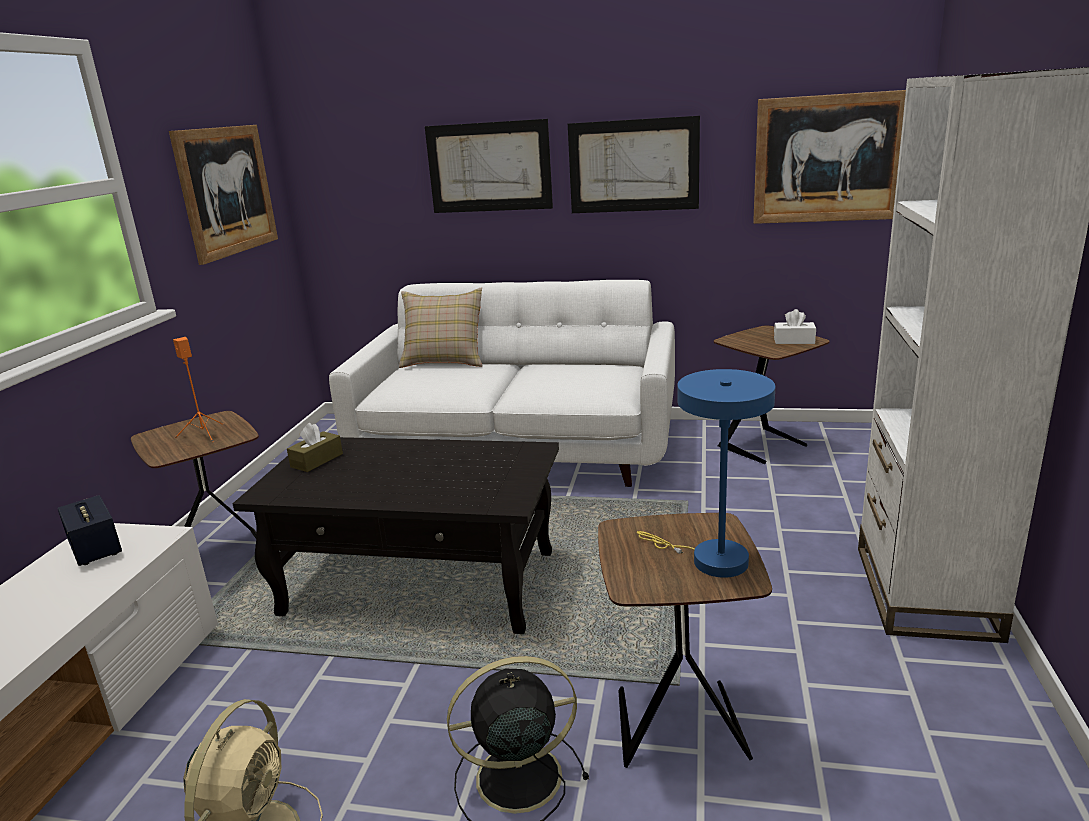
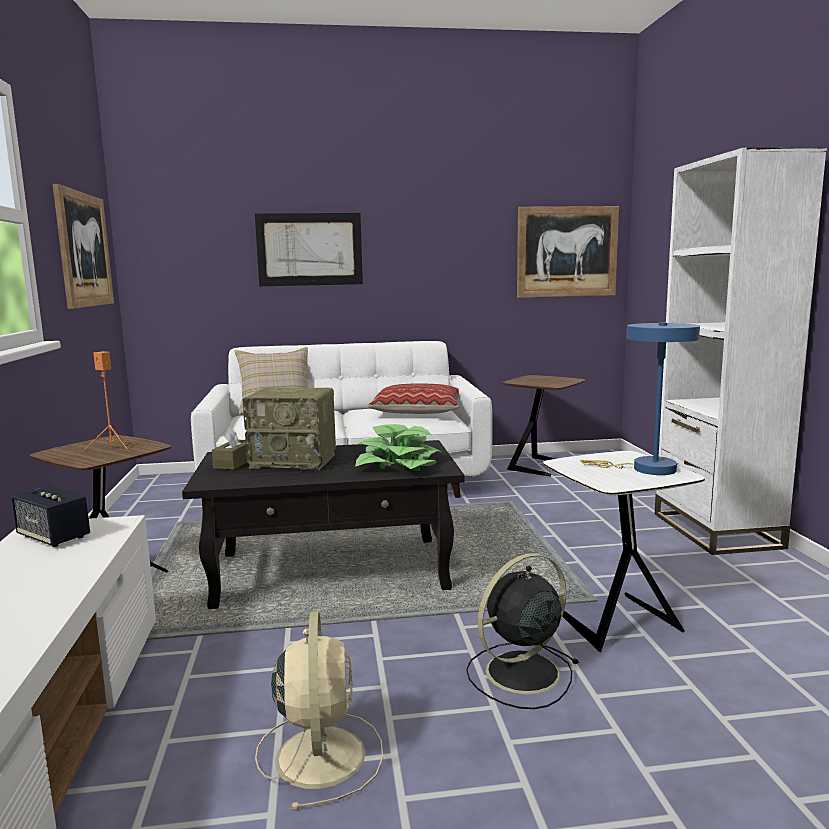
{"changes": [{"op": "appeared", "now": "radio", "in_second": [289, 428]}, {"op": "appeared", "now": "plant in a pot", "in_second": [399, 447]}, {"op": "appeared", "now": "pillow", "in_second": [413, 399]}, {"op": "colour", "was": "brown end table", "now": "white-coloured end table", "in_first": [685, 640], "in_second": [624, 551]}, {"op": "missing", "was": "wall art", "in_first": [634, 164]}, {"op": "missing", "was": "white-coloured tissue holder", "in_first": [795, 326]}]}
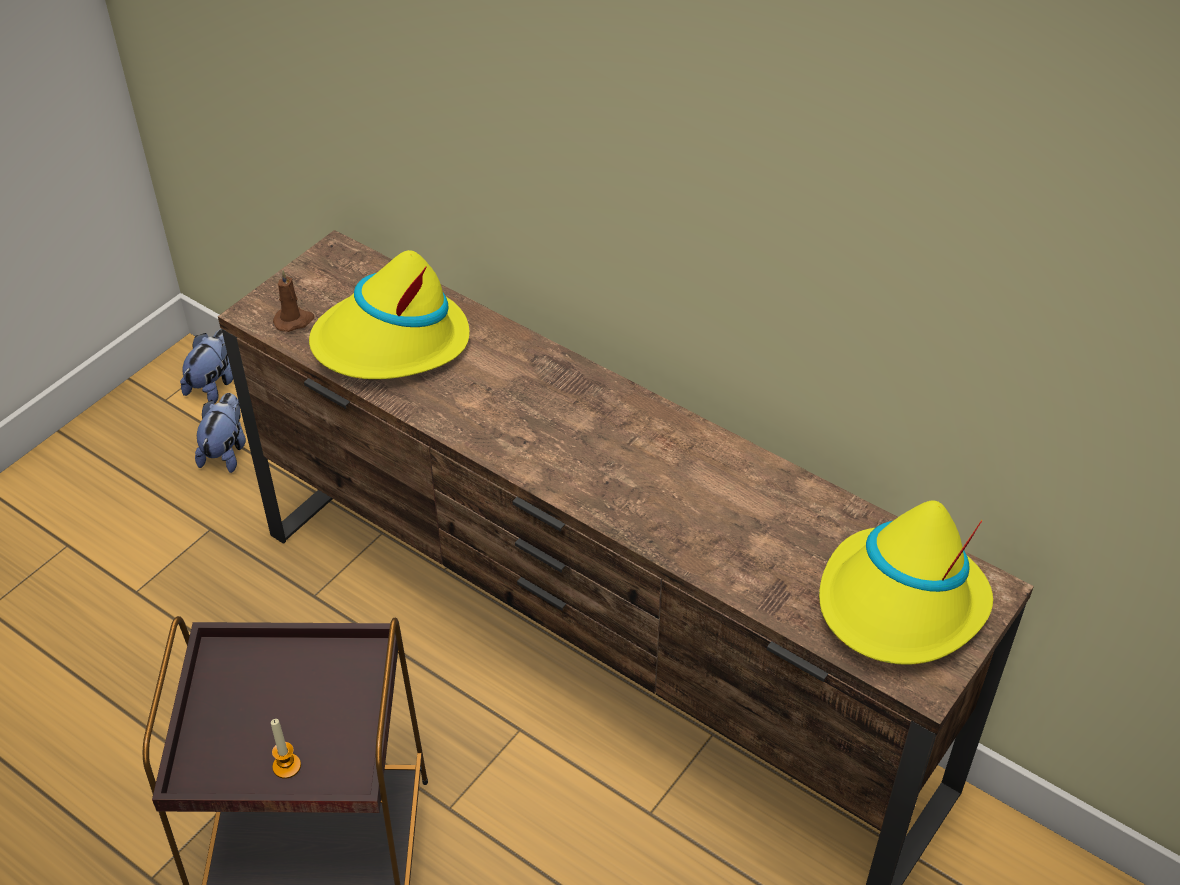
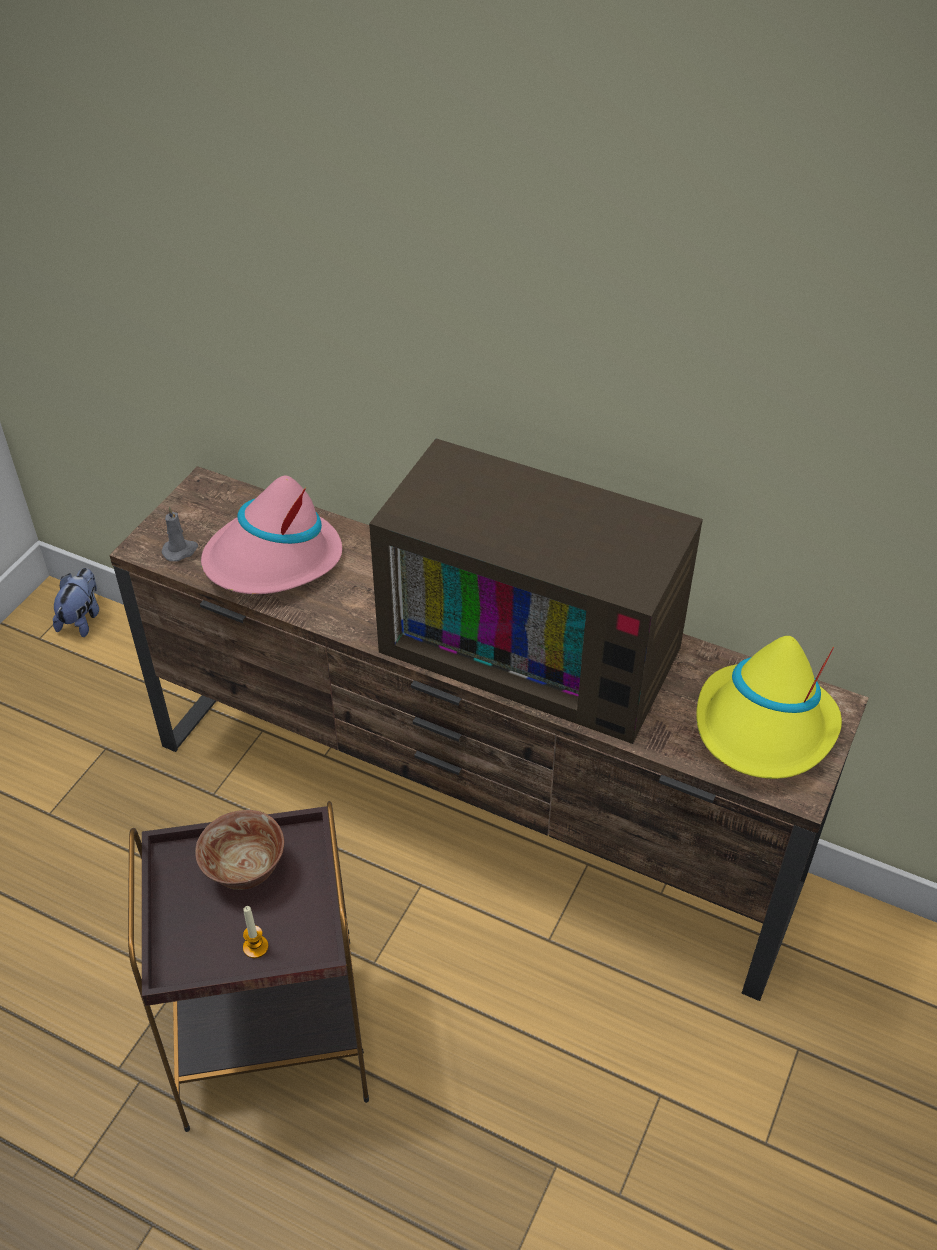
{"changes": [{"op": "colour", "was": "brown candle", "now": "gray candle", "in_first": [293, 301], "in_second": [180, 533]}, {"op": "appeared", "now": "bowl", "in_second": [239, 850]}, {"op": "colour", "was": "yellowish clothing hat", "now": "pinkish clothing hat", "in_first": [389, 314], "in_second": [271, 535]}, {"op": "appeared", "now": "TV set", "in_second": [536, 591]}, {"op": "missing", "was": "cuddly toy", "in_first": [220, 433]}]}
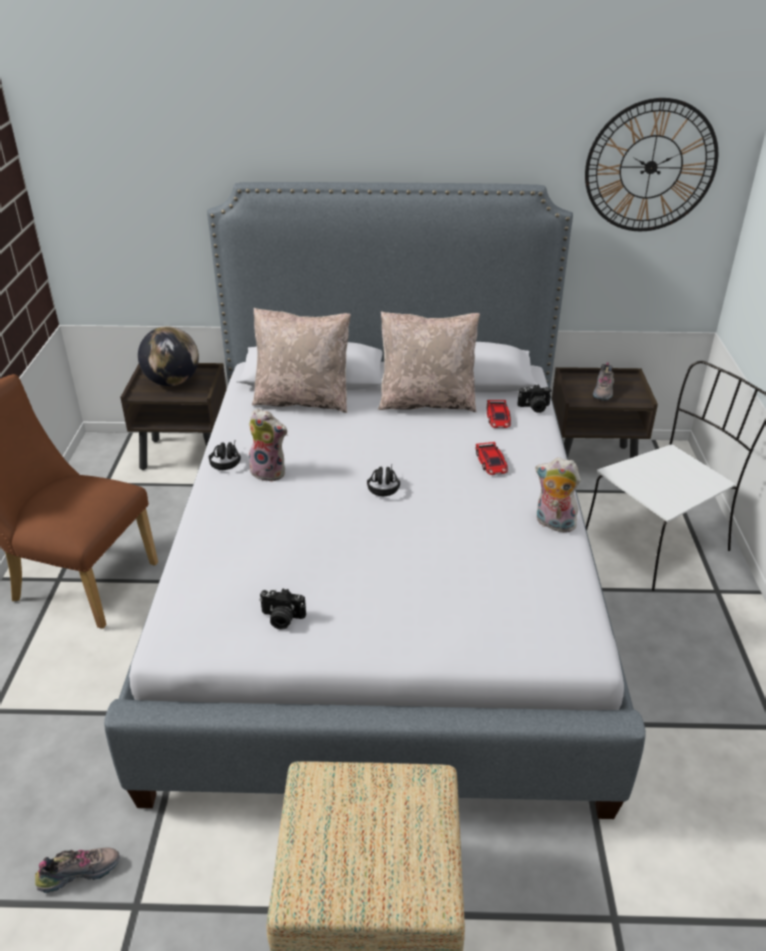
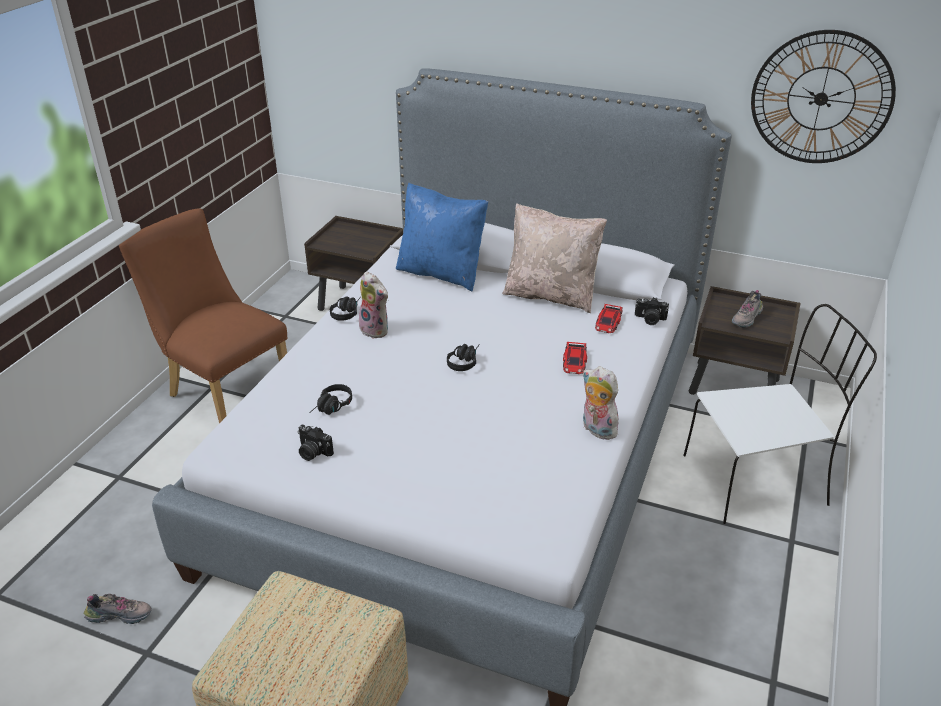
{"changes": [{"op": "appeared", "now": "black headphones", "in_second": [330, 399]}, {"op": "colour", "was": "sand-coloured pillow", "now": "bluish pillow", "in_first": [301, 360], "in_second": [442, 237]}, {"op": "missing", "was": "desk globe", "in_first": [168, 356]}]}
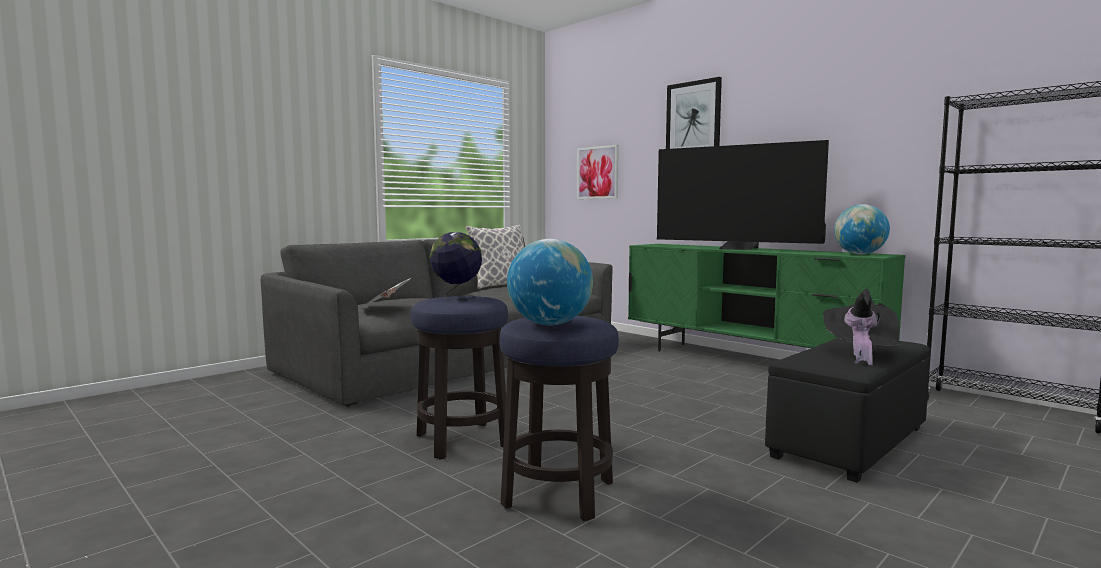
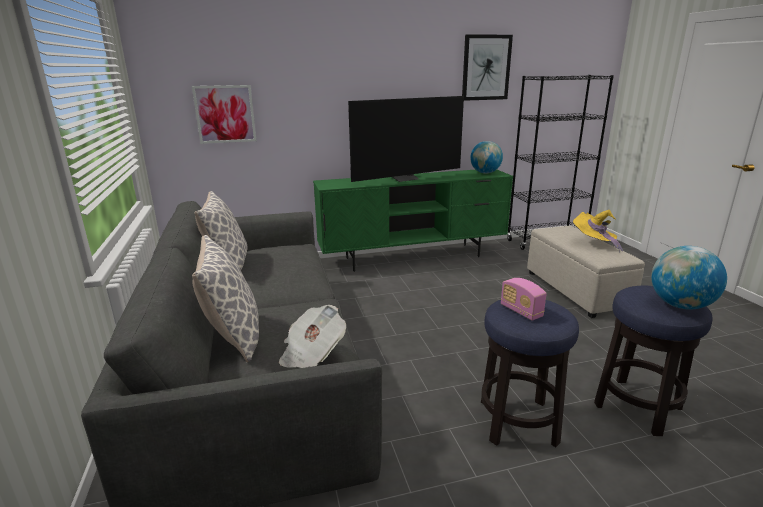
{"changes": [{"op": "appeared", "now": "pillow", "in_second": [225, 298]}, {"op": "relocated", "was": "wall art", "in_first": [694, 113], "in_second": [487, 67]}, {"op": "exchanged", "was": "desk globe", "now": "radio", "in_first": [455, 266], "in_second": [524, 299]}, {"op": "colour", "was": "black ottoman", "now": "sand-coloured ottoman", "in_first": [848, 410], "in_second": [586, 272]}, {"op": "colour", "was": "black clothing hat", "now": "yellowish clothing hat", "in_first": [862, 327], "in_second": [598, 231]}]}
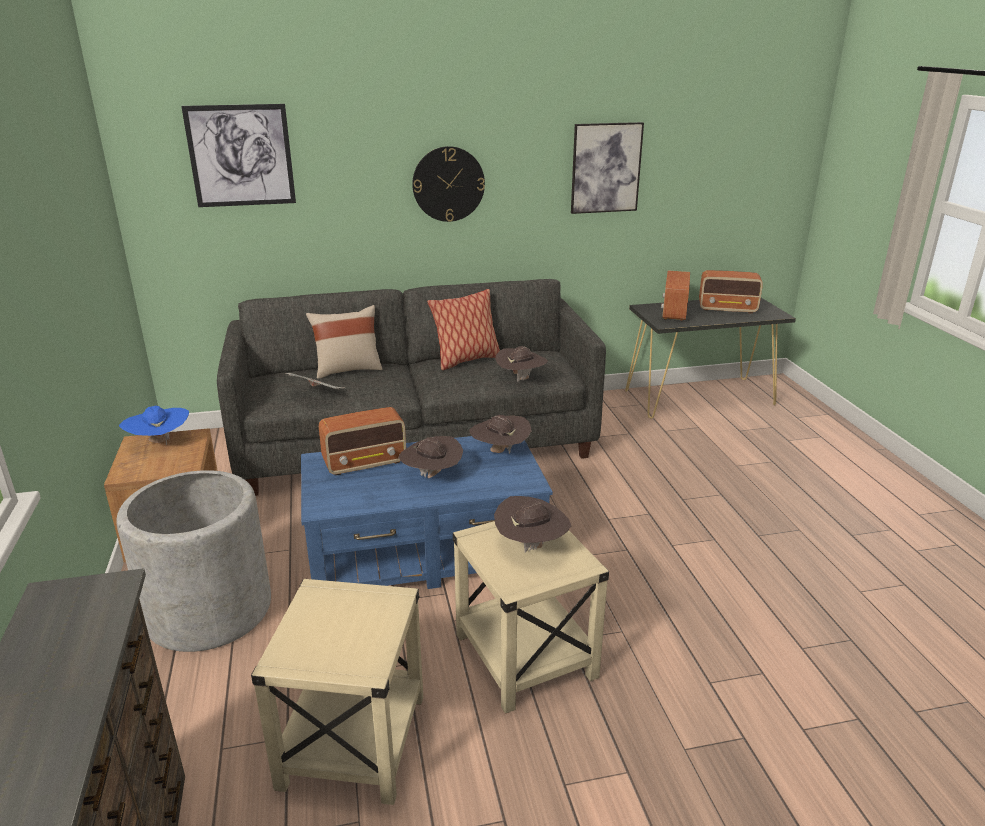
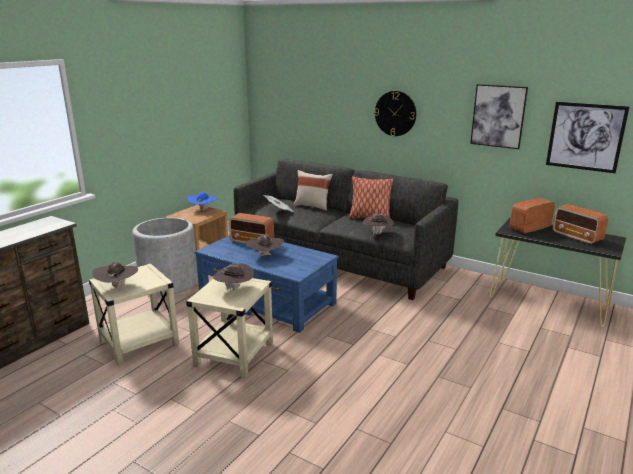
{"changes": [{"op": "relocated", "was": "brown clothing hat", "in_first": [500, 434], "in_second": [115, 276]}, {"op": "relocated", "was": "wall art", "in_first": [238, 155], "in_second": [587, 137]}]}
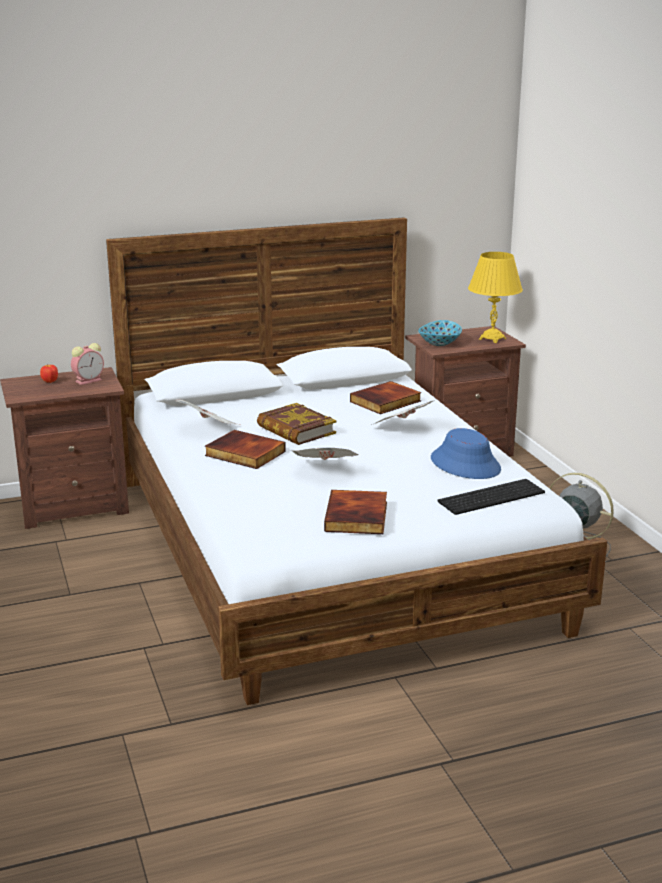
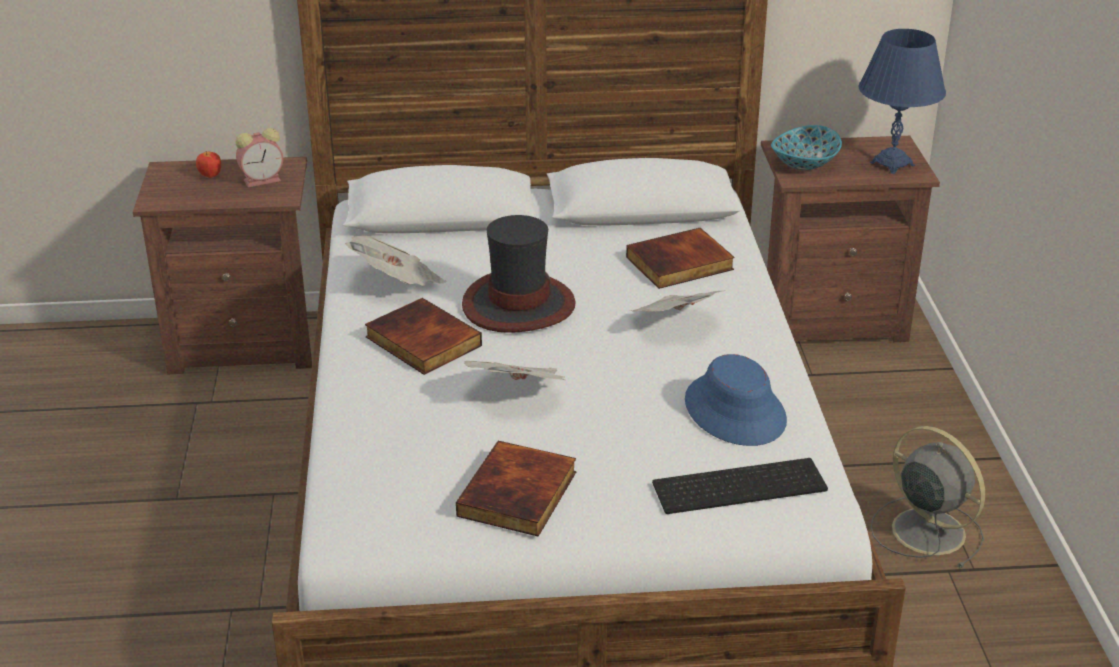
{"changes": [{"op": "exchanged", "was": "bound book", "now": "clothing hat", "in_first": [296, 424], "in_second": [519, 274]}, {"op": "colour", "was": "yellowish table lamp", "now": "bluish table lamp", "in_first": [495, 297], "in_second": [902, 101]}]}
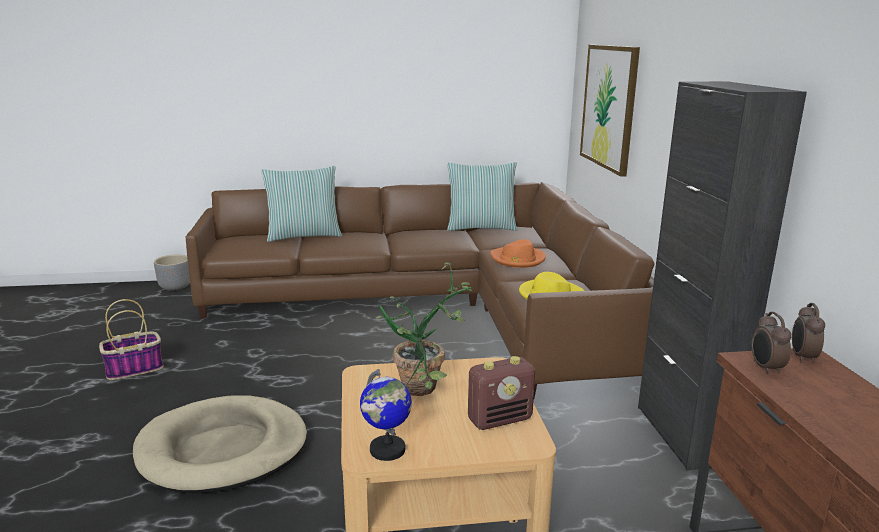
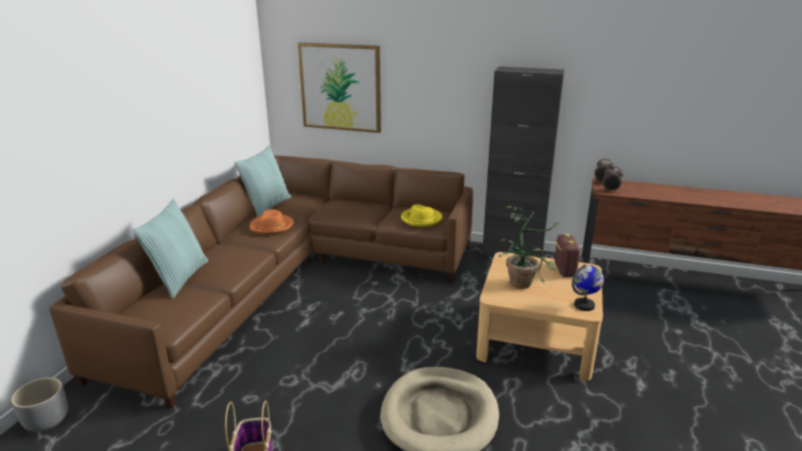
{"changes": [{"op": "relocated", "was": "orangey clothing hat", "in_first": [518, 253], "in_second": [272, 222]}]}
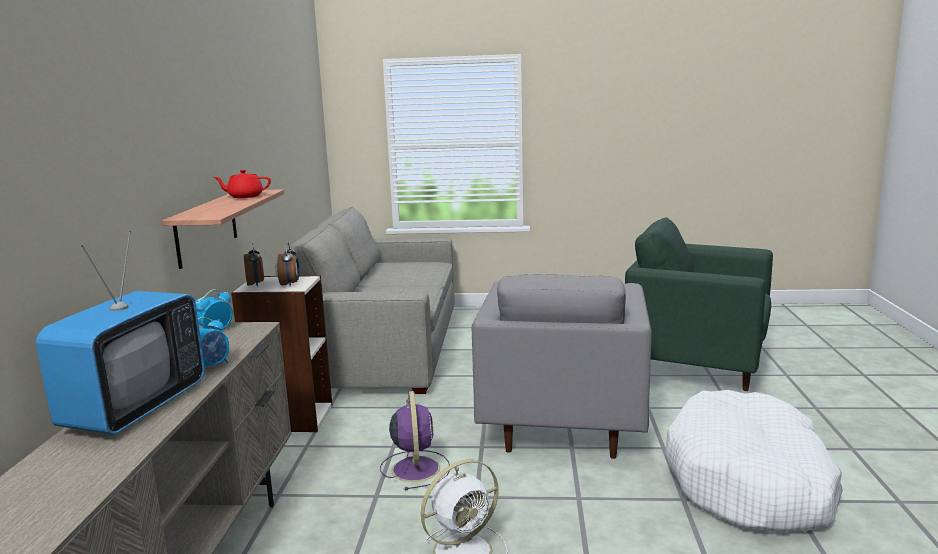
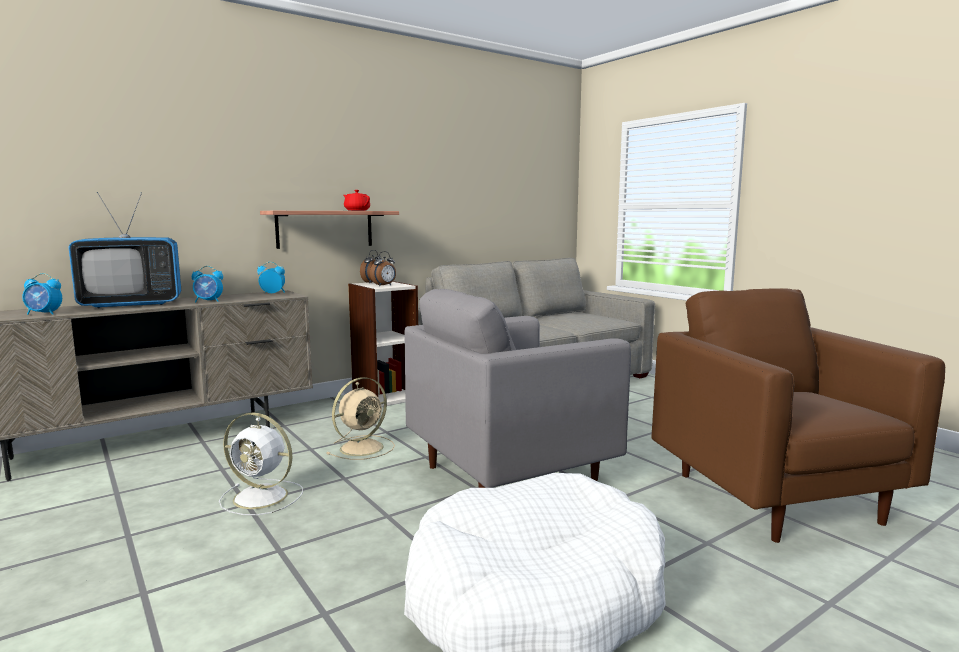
{"changes": [{"op": "appeared", "now": "bedside clock", "in_second": [42, 294]}, {"op": "colour", "was": "purple-coloured fan", "now": "sand-coloured fan", "in_first": [415, 440], "in_second": [361, 418]}, {"op": "colour", "was": "greenish lounge chair", "now": "brown lounge chair", "in_first": [699, 304], "in_second": [798, 415]}]}
